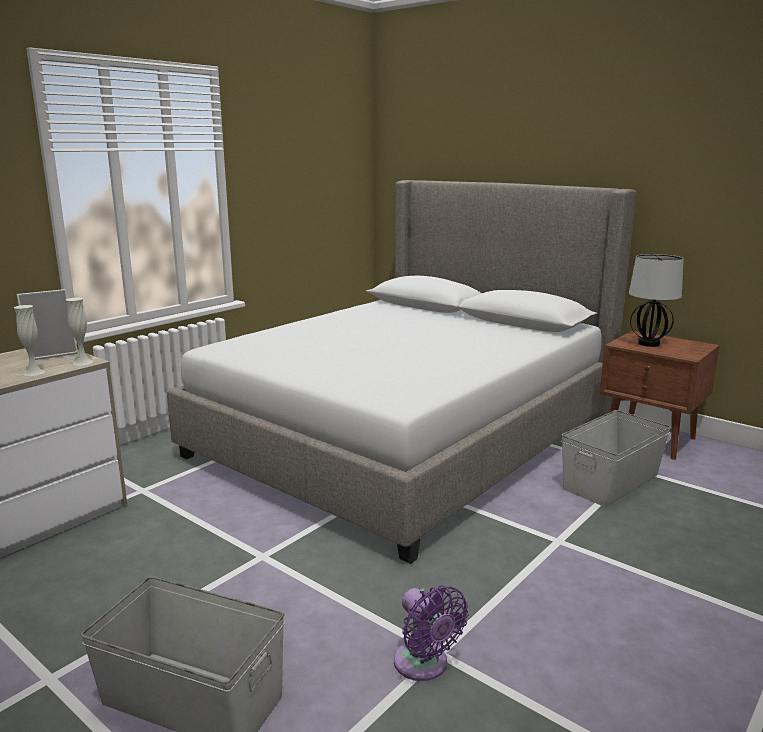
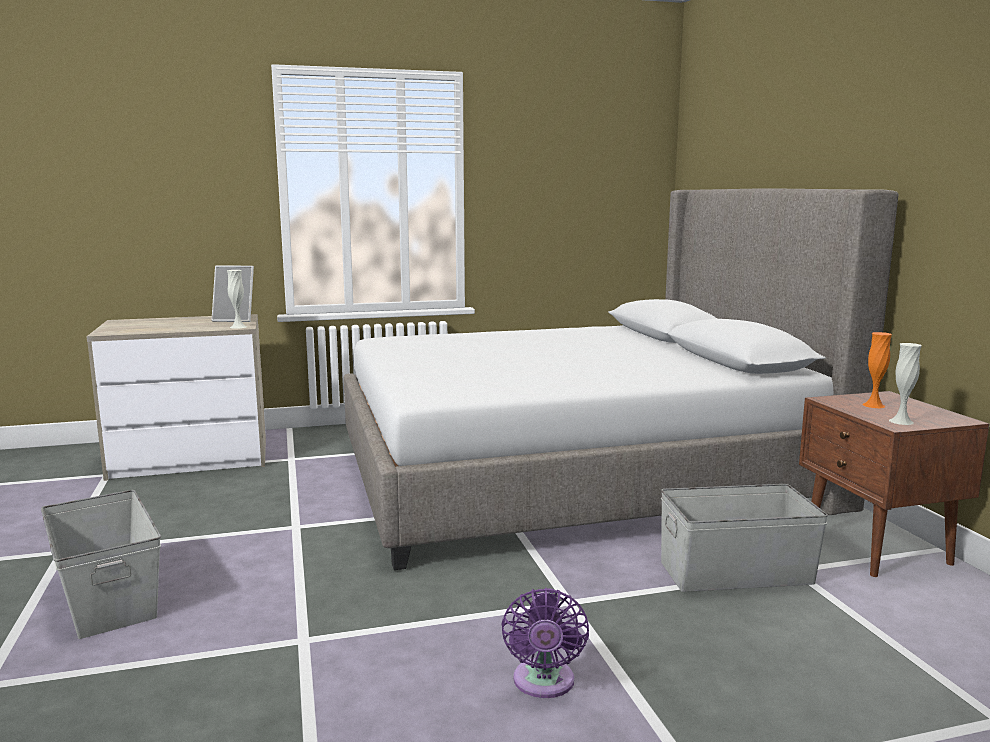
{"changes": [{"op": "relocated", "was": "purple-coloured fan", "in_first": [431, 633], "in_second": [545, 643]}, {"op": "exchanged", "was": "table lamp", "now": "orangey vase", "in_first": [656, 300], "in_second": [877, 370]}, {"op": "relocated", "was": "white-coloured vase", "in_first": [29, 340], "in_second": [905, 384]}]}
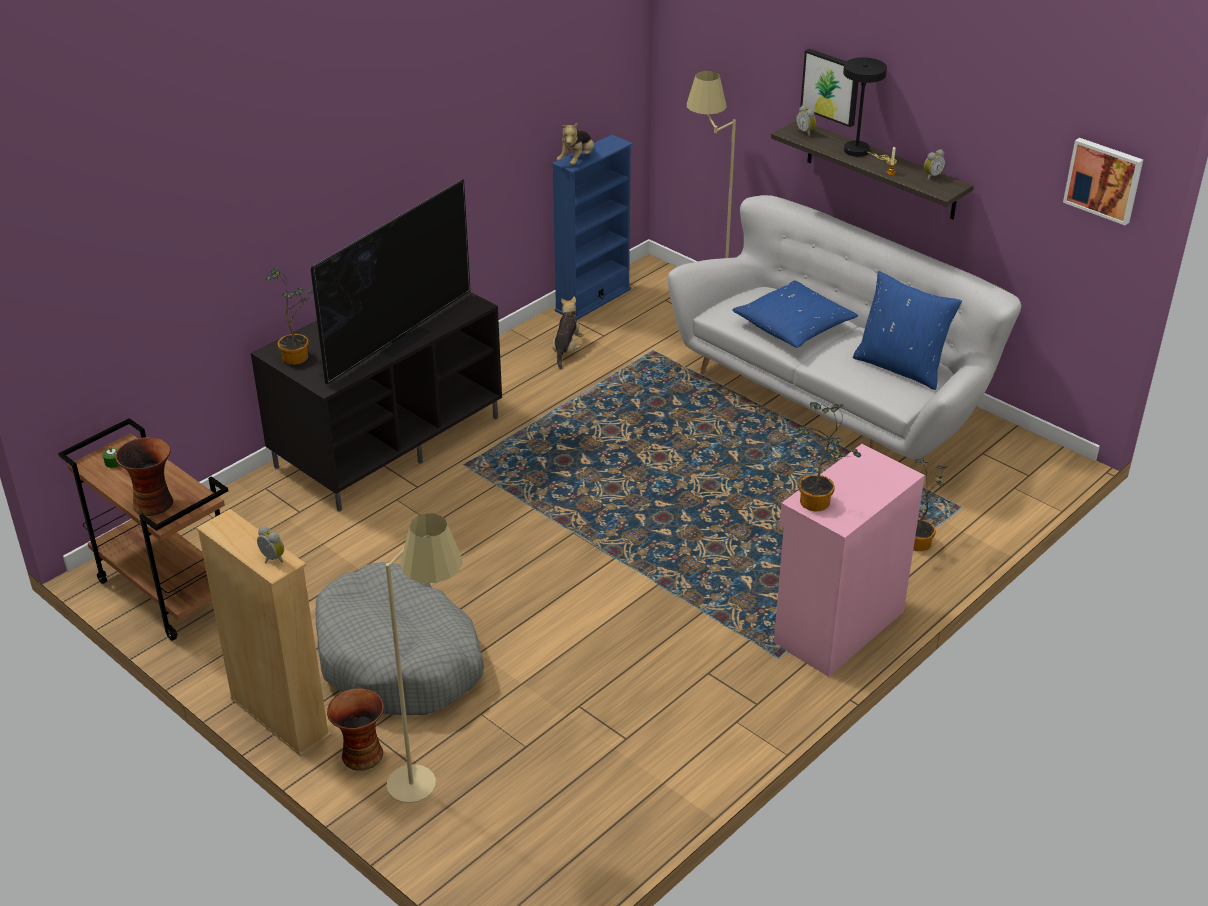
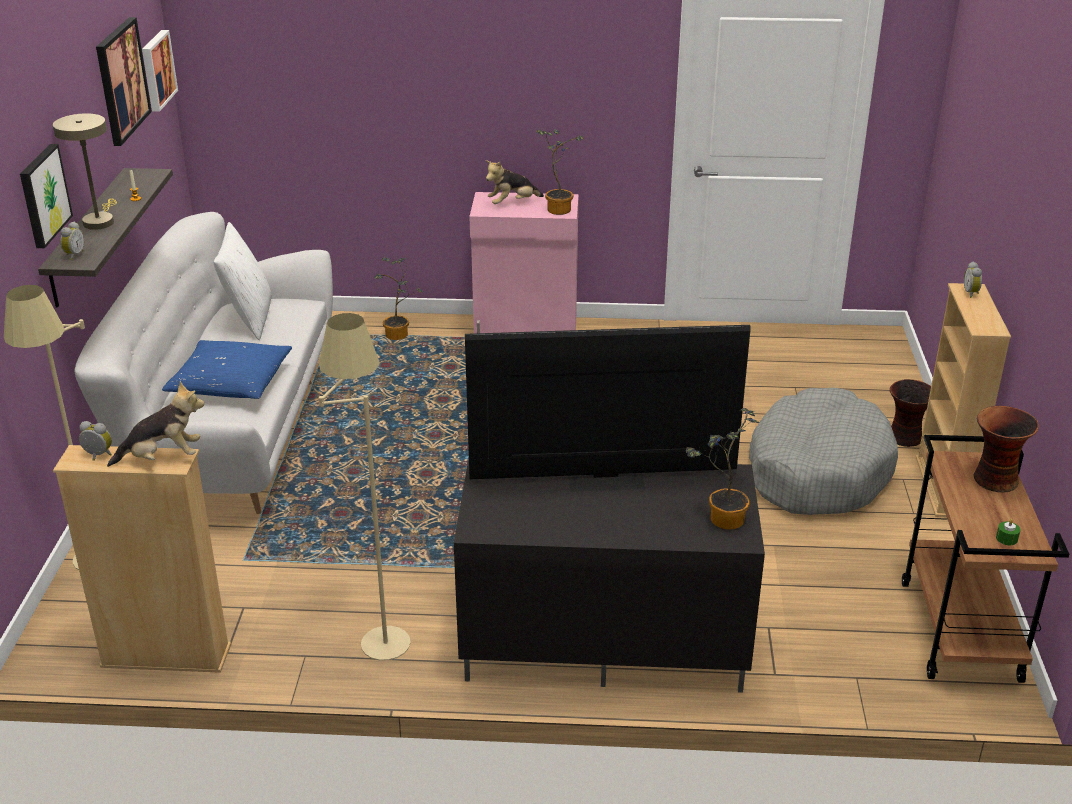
{"changes": [{"op": "colour", "was": "black table lamp", "now": "sand-coloured table lamp", "in_first": [870, 110], "in_second": [85, 171]}, {"op": "colour", "was": "bluish bookshelf", "now": "sand-coloured bookshelf", "in_first": [592, 227], "in_second": [142, 559]}, {"op": "relocated", "was": "bedside clock", "in_first": [934, 164], "in_second": [95, 441]}, {"op": "appeared", "now": "wall art", "in_second": [124, 81]}, {"op": "colour", "was": "bluish pillow", "now": "white-coloured pillow", "in_first": [907, 330], "in_second": [243, 281]}, {"op": "relocated", "was": "sand-coloured standing lamp", "in_first": [424, 658], "in_second": [365, 487]}, {"op": "relocated", "was": "cuddly toy", "in_first": [567, 333], "in_second": [515, 182]}]}
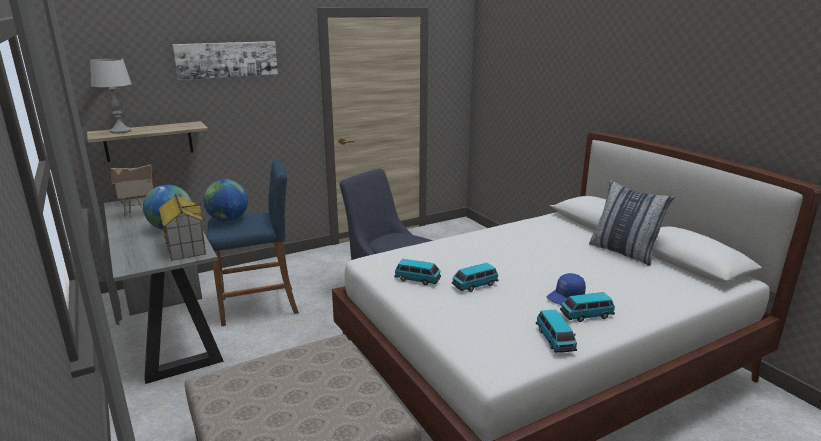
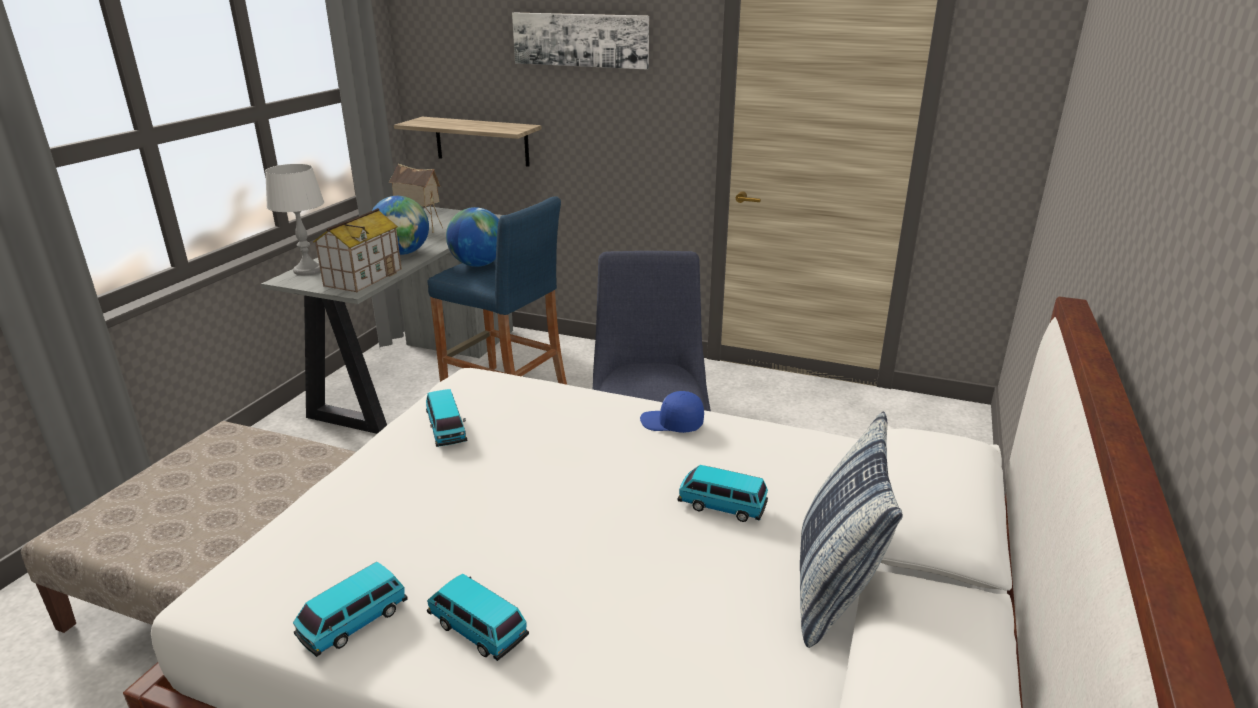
{"changes": [{"op": "relocated", "was": "gray table lamp", "in_first": [111, 96], "in_second": [294, 219]}, {"op": "relocated", "was": "bluish cap", "in_first": [566, 289], "in_second": [672, 412]}, {"op": "relocated", "was": "model car", "in_first": [475, 277], "in_second": [723, 493]}]}
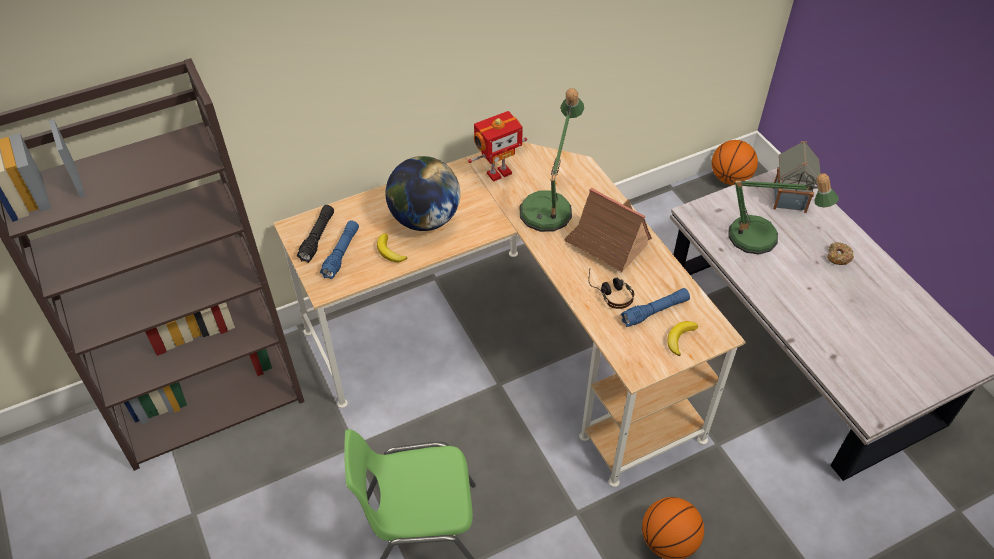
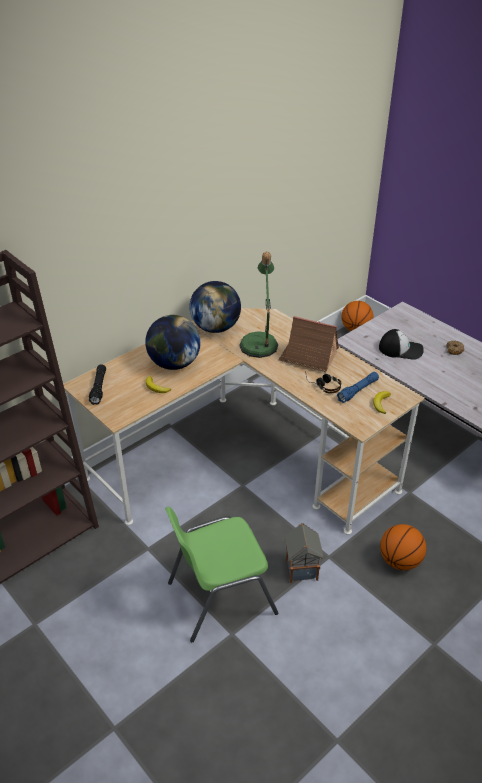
{"changes": [{"op": "exchanged", "was": "robot figure", "now": "desk globe", "in_first": [497, 146], "in_second": [215, 307]}, {"op": "relocated", "was": "toy house", "in_first": [797, 177], "in_second": [304, 553]}, {"op": "exchanged", "was": "table lamp", "now": "cap", "in_first": [783, 213], "in_second": [401, 344]}, {"op": "missing", "was": "bluish torch", "in_first": [339, 249]}]}
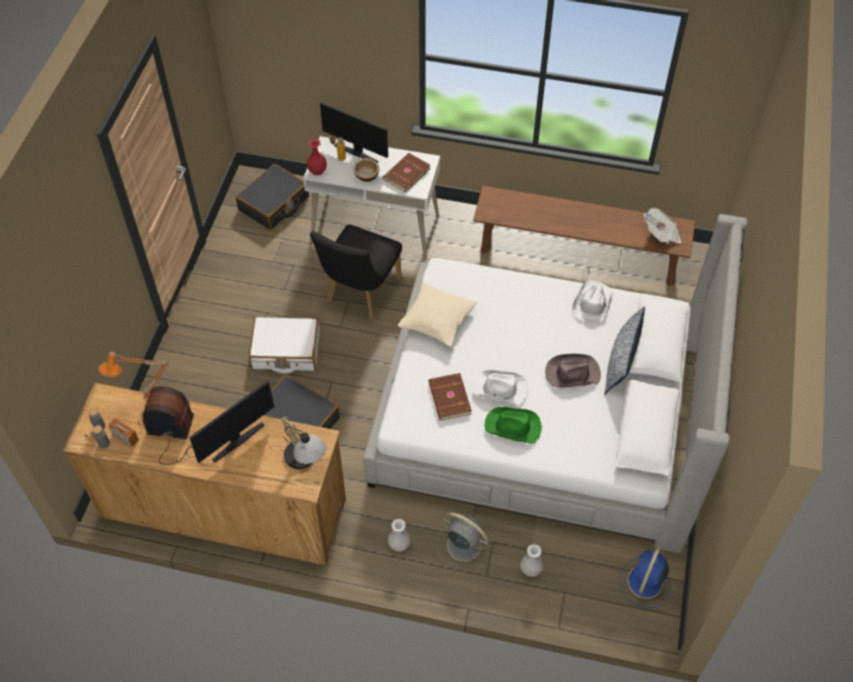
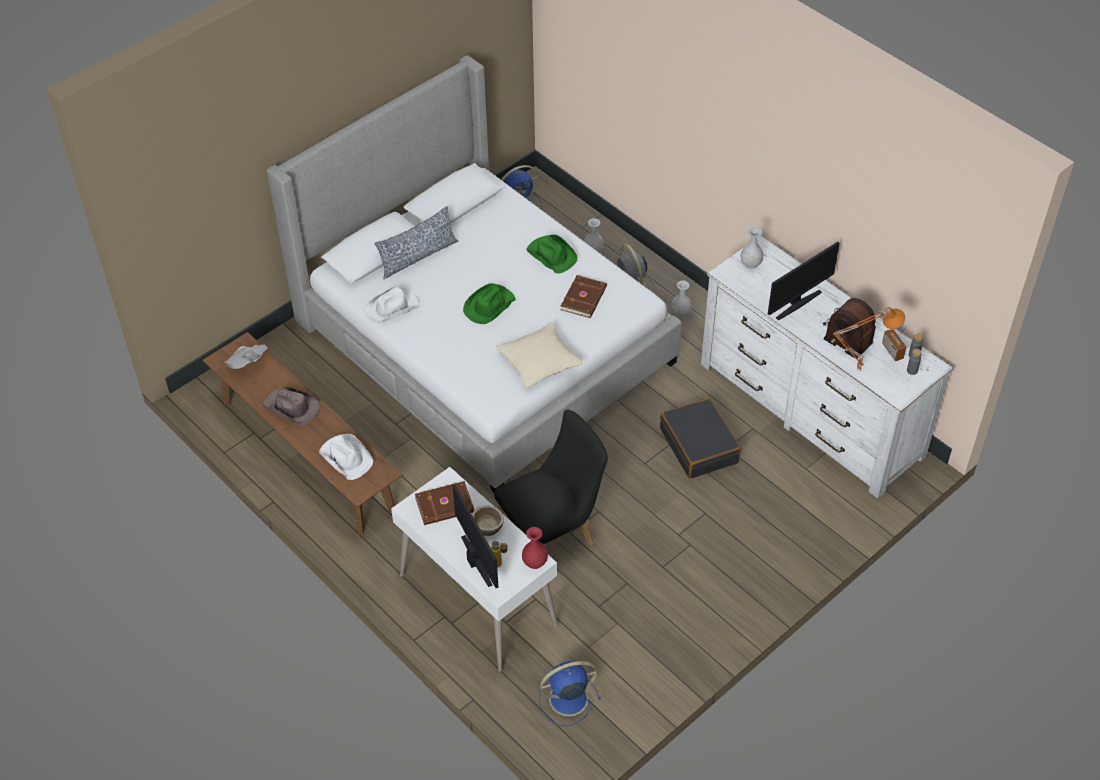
{"changes": [{"op": "relocated", "was": "brown clothing hat", "in_first": [573, 370], "in_second": [291, 406]}, {"op": "relocated", "was": "white-coloured clothing hat", "in_first": [500, 387], "in_second": [346, 457]}, {"op": "appeared", "now": "greenish clothing hat", "in_second": [489, 303]}, {"op": "exchanged", "was": "black travel case", "now": "bluish fan", "in_first": [272, 197], "in_second": [570, 693]}, {"op": "colour", "was": "brown drawer chest", "now": "white-coloured drawer chest", "in_first": [204, 474], "in_second": [827, 367]}, {"op": "exchanged", "was": "table lamp", "now": "white-coloured vase", "in_first": [303, 442], "in_second": [751, 248]}, {"op": "spun", "was": "monitor", "in_first": [231, 421], "in_second": [804, 281], "clockwise": 150}, {"op": "missing", "was": "white-coloured travel case", "in_first": [284, 345]}]}
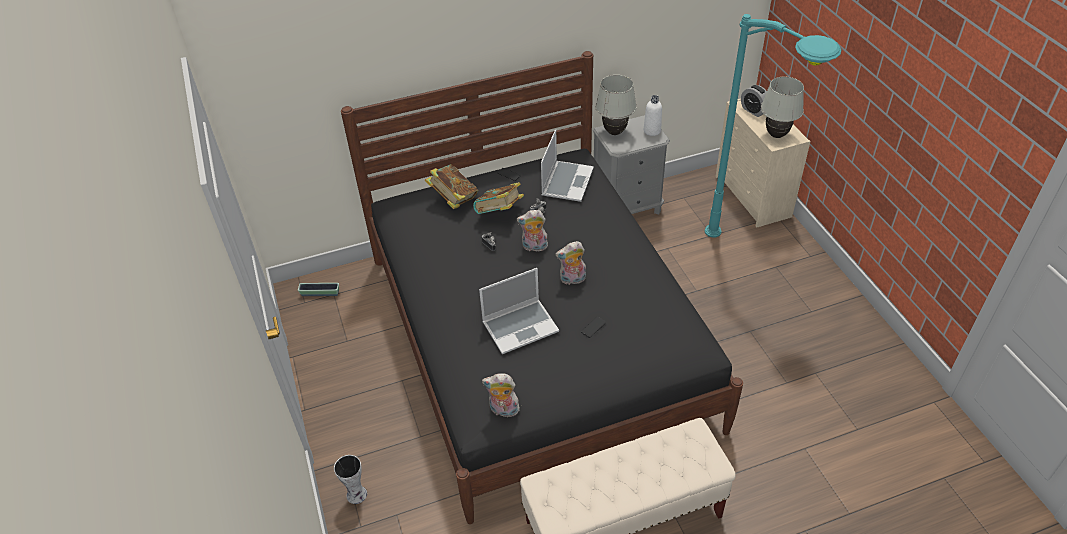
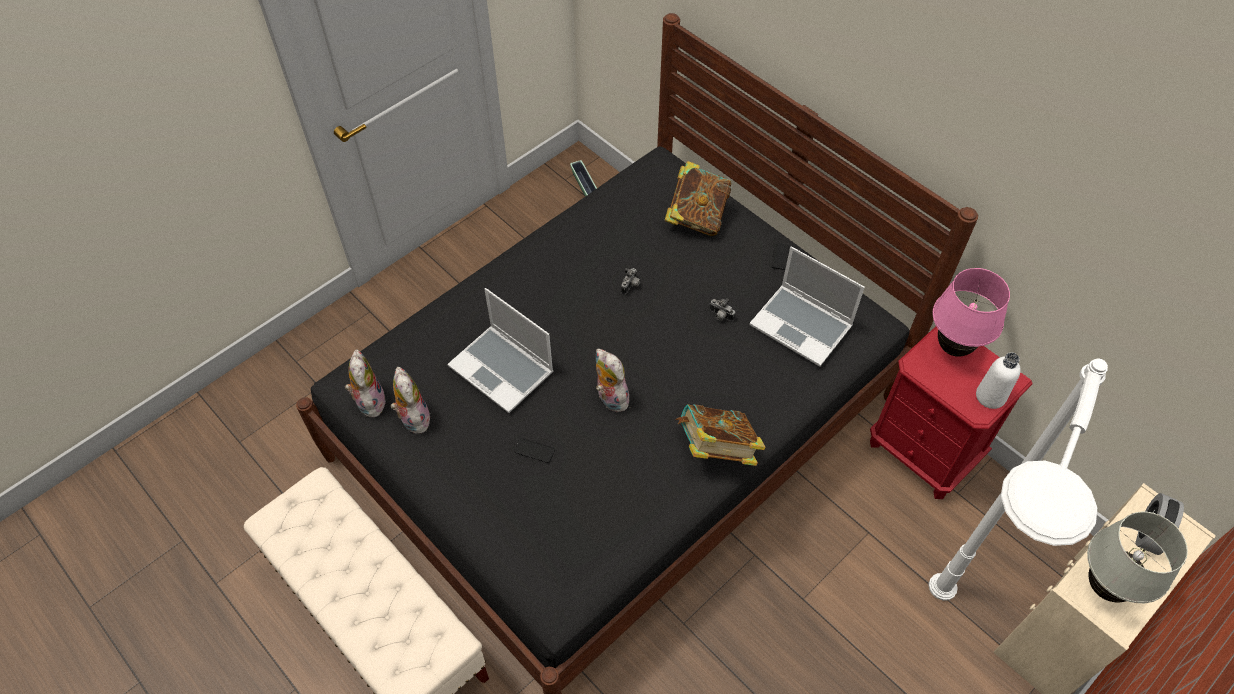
{"changes": [{"op": "relocated", "was": "cuddly toy", "in_first": [532, 230], "in_second": [410, 400]}, {"op": "relocated", "was": "bound book", "in_first": [498, 198], "in_second": [721, 435]}, {"op": "spun", "was": "portable computer", "in_first": [567, 166], "in_second": [807, 306], "clockwise": 45}, {"op": "colour", "was": "gray nightstand", "now": "reddish nightstand", "in_first": [631, 164], "in_second": [951, 412]}, {"op": "colour", "was": "turquoise-coloured standing lamp", "now": "white-coloured standing lamp", "in_first": [773, 126], "in_second": [1018, 480]}, {"op": "colour", "was": "white-coloured table lamp", "now": "pinkish table lamp", "in_first": [616, 105], "in_second": [971, 312]}, {"op": "missing", "was": "vase", "in_first": [350, 479]}]}
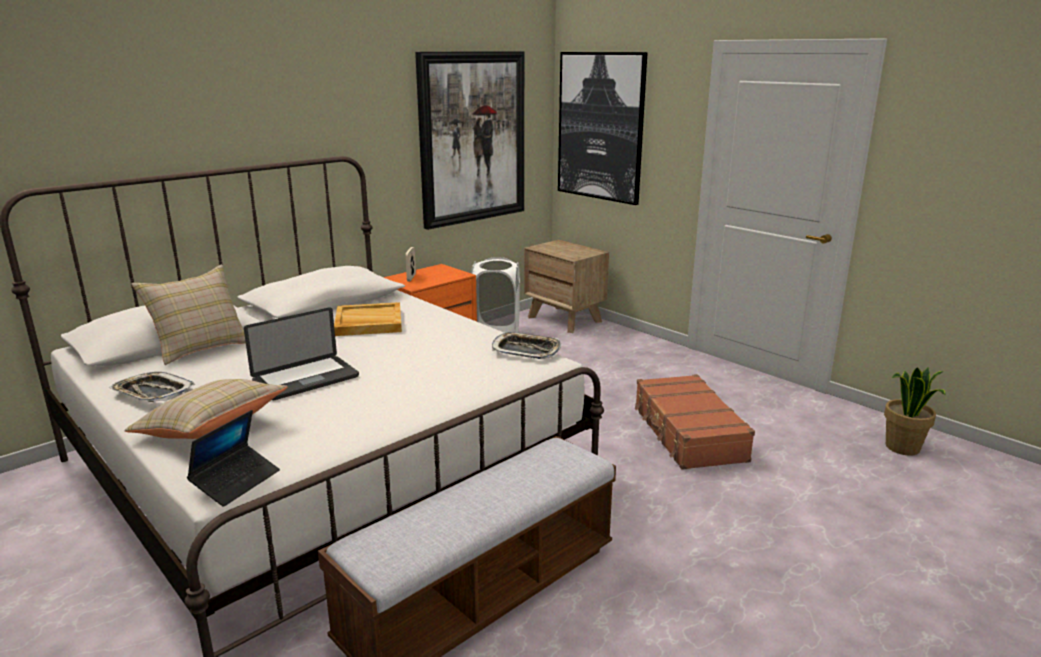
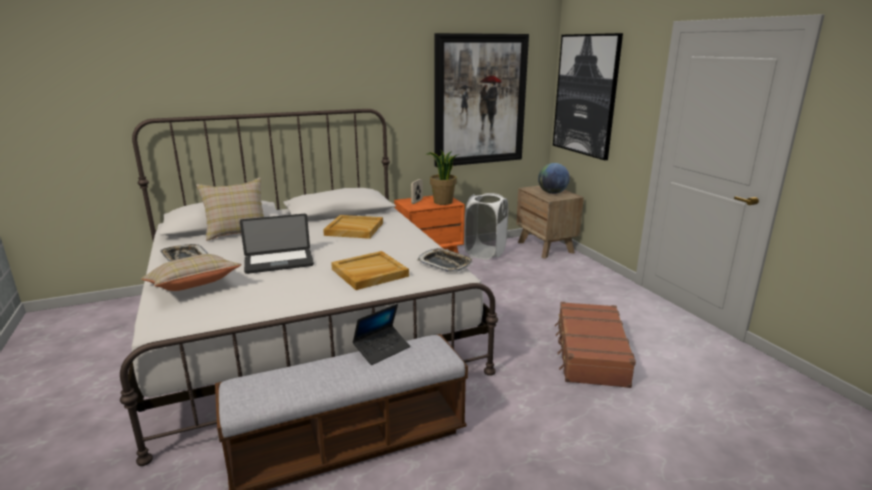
{"changes": [{"op": "appeared", "now": "sand-coloured serving tray", "in_second": [370, 270]}, {"op": "relocated", "was": "portable computer", "in_first": [233, 458], "in_second": [381, 334]}, {"op": "relocated", "was": "plant in a pot", "in_first": [915, 411], "in_second": [443, 177]}, {"op": "appeared", "now": "desk globe", "in_second": [554, 178]}]}
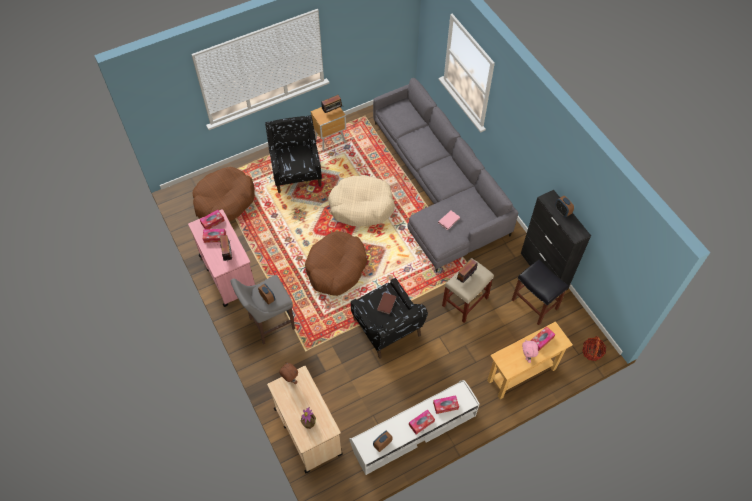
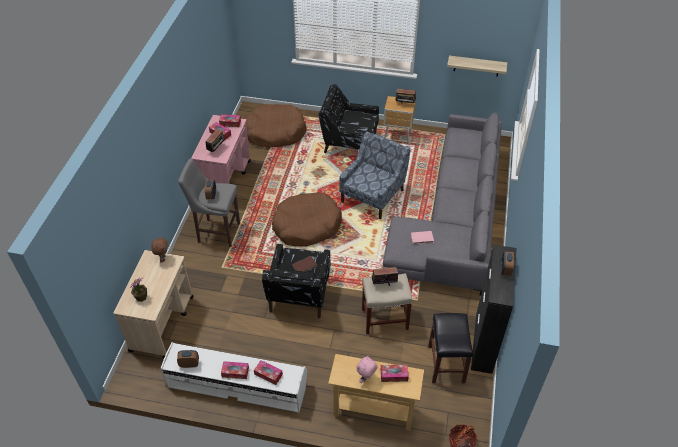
{"changes": [{"op": "spun", "was": "black lounge chair", "in_first": [293, 154], "in_second": [349, 118], "clockwise": -105}, {"op": "exchanged", "was": "sand-coloured dog cushion", "now": "bluish lounge chair", "in_first": [361, 200], "in_second": [375, 175]}, {"op": "appeared", "now": "bracket shelf", "in_second": [477, 66]}]}
